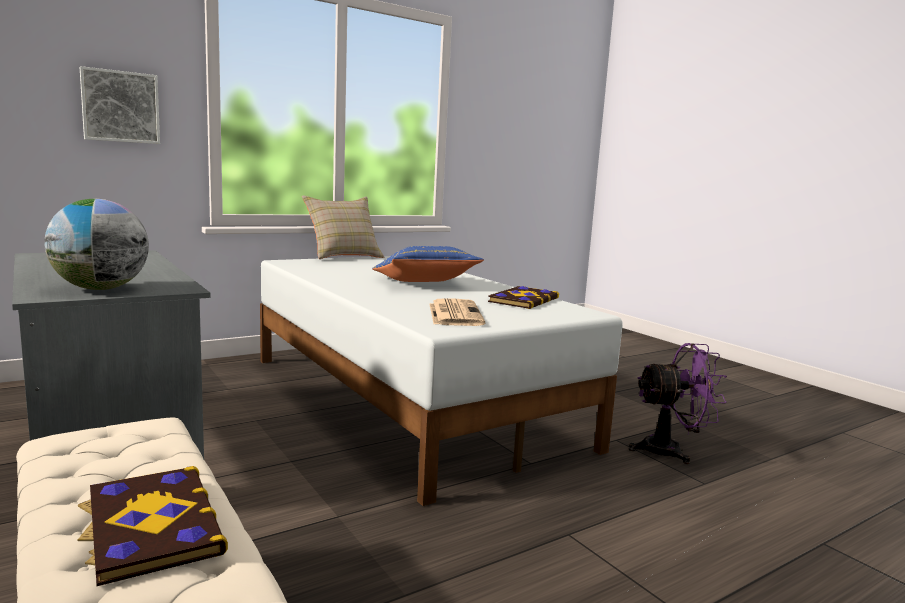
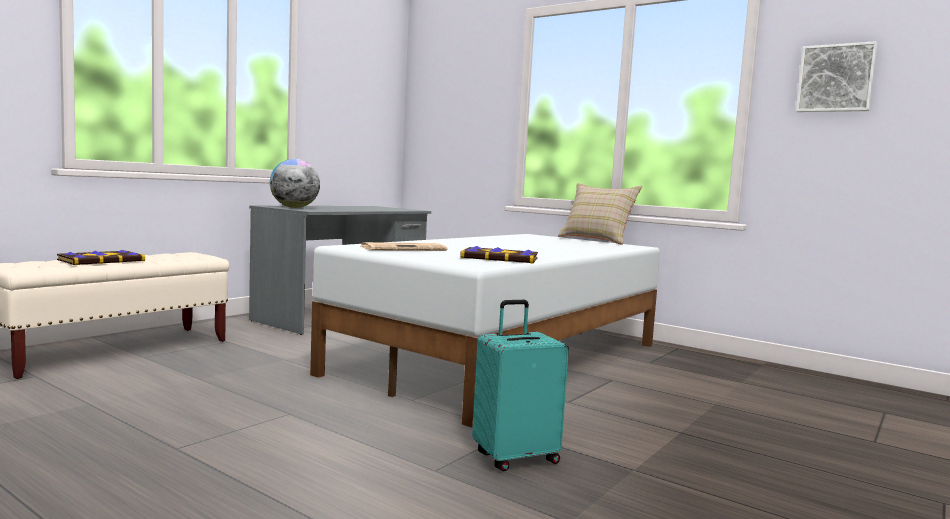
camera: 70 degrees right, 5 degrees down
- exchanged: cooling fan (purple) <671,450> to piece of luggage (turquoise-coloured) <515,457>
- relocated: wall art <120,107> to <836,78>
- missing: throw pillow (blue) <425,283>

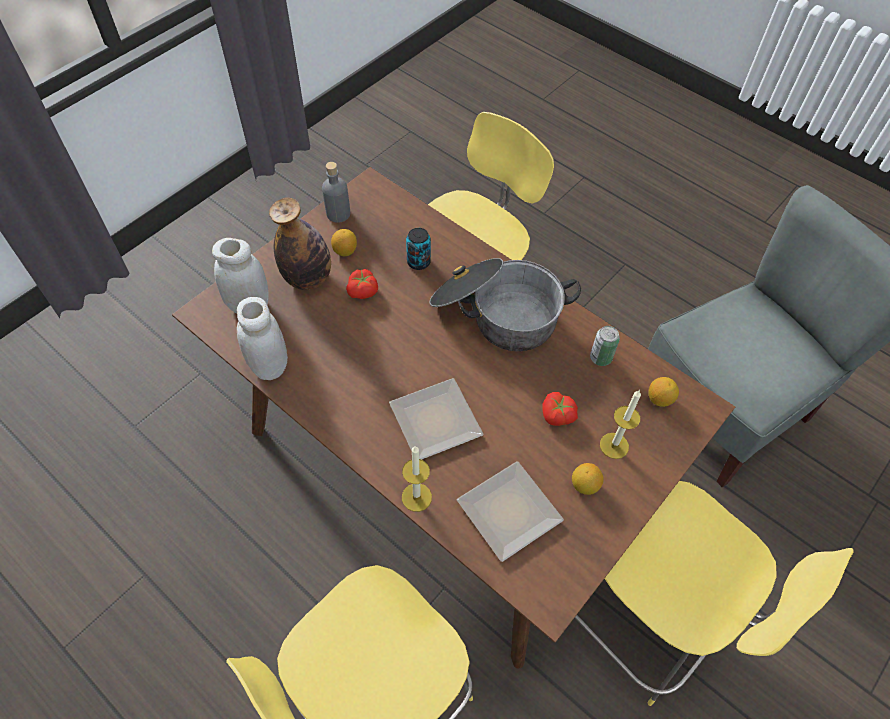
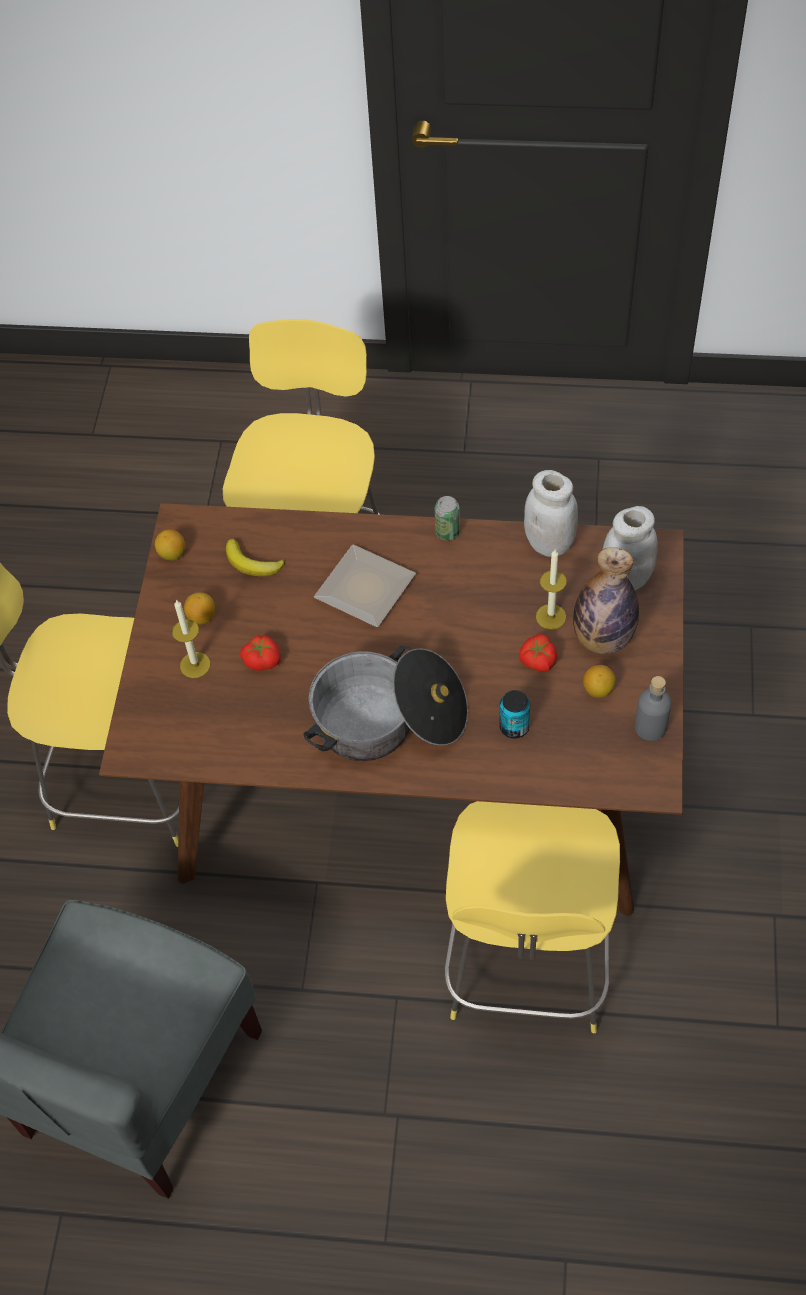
camera: 150 degrees right, 0 degrees up
- relocated: whole lemon <659,399> to <172,554>
- exchanged: dinner plate <509,508> to banana <252,563>
- relocated: can <600,358> to <447,532>
- relocated: wax candle <416,497> to <551,616>

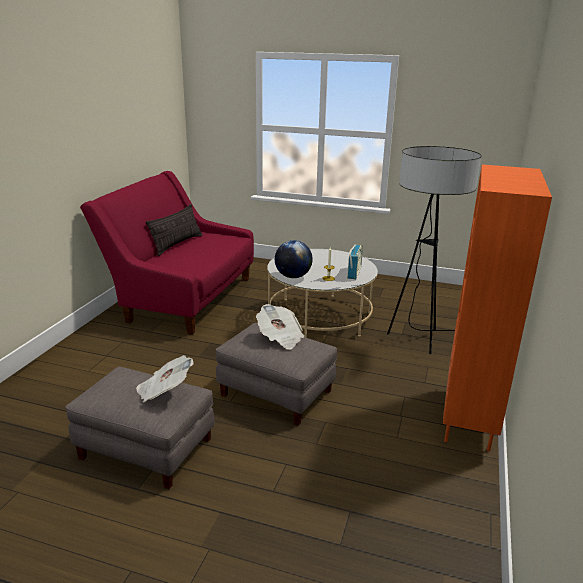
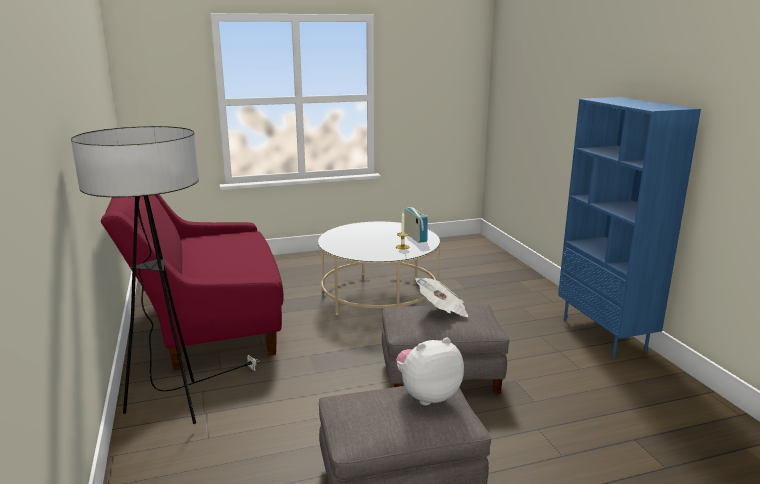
camera: 35 degrees left, 5 degrees down
- relocated: standing lamp <420,342> to <176,408>
- exchanged: printed paper <164,391> to cuddly toy <427,395>
- colour: shelving unit (orangey) <469,420> to shelving unit (blue) <604,335>
- missing: throw pillow <177,244>
- missing: world globe <293,276>

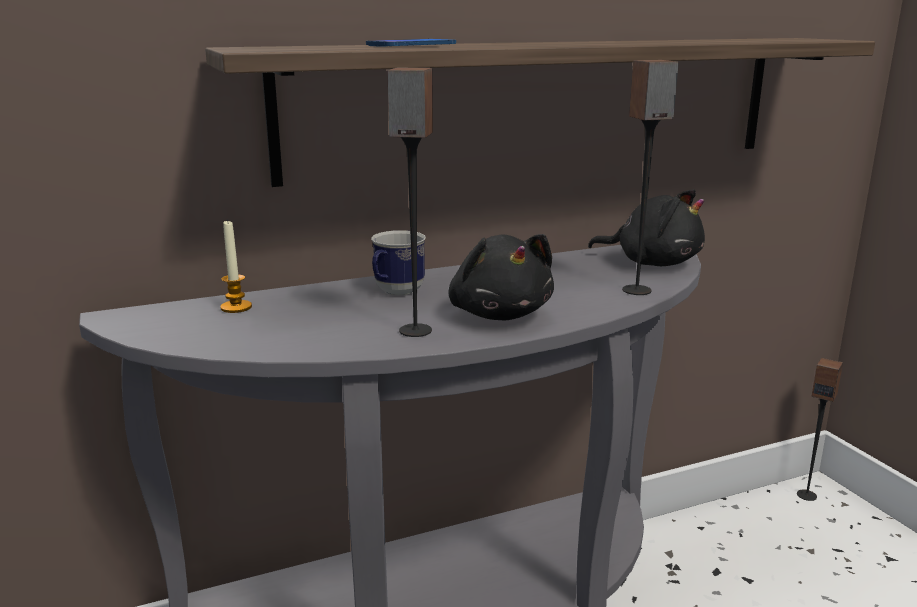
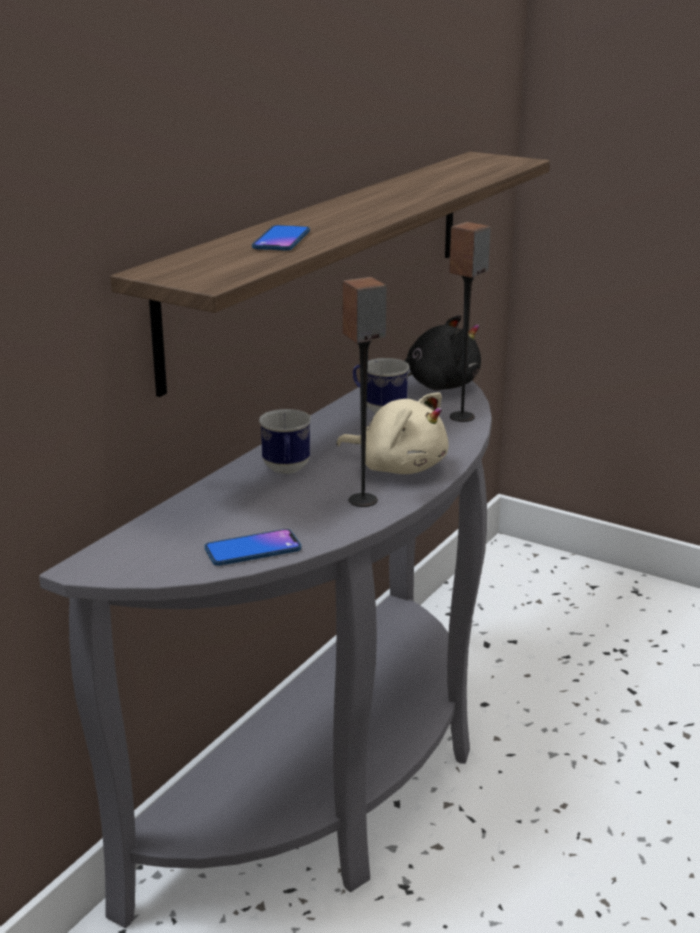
camera: 35 degrees left, 5 degrees up
- appeared: telephone <253,549>
- colour: cuddly toy (black) <499,314> to cuddly toy (sand-coloured) <398,467>
- appeared: tea mug <379,409>
- missing: wax candle <236,307>
- missing: speaker <807,495>

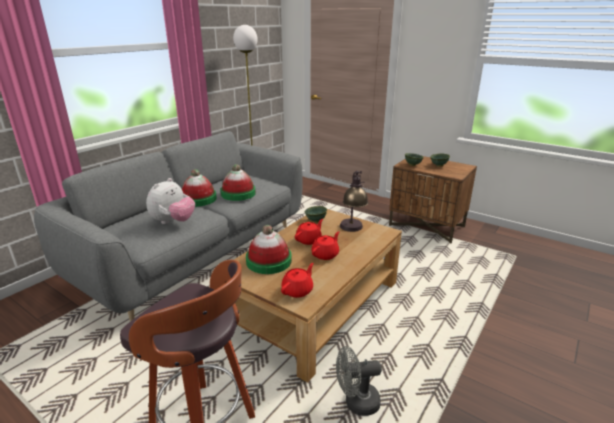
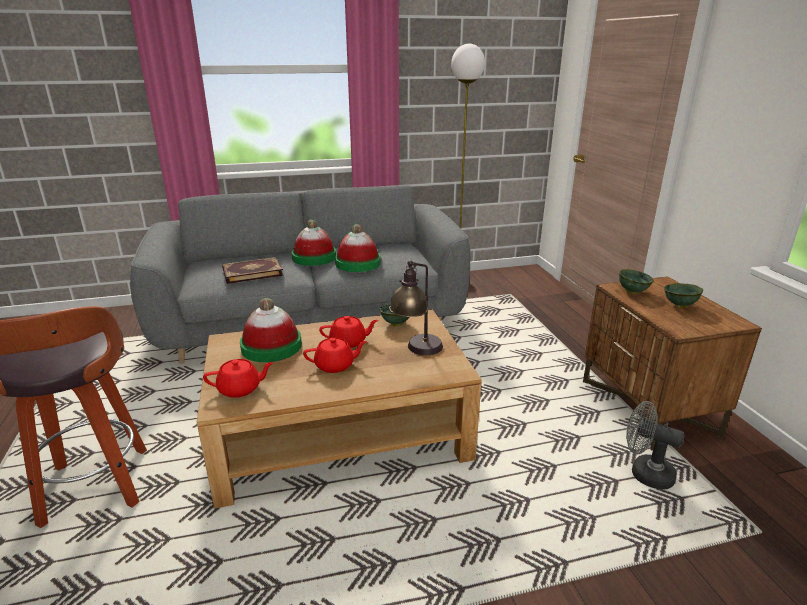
camera: 40 degrees right, 0 degrees up
- exchanged: cuddly toy <173,222> to book <252,272>
- relocated: cooling fan (greyish) <356,402> to <644,473>

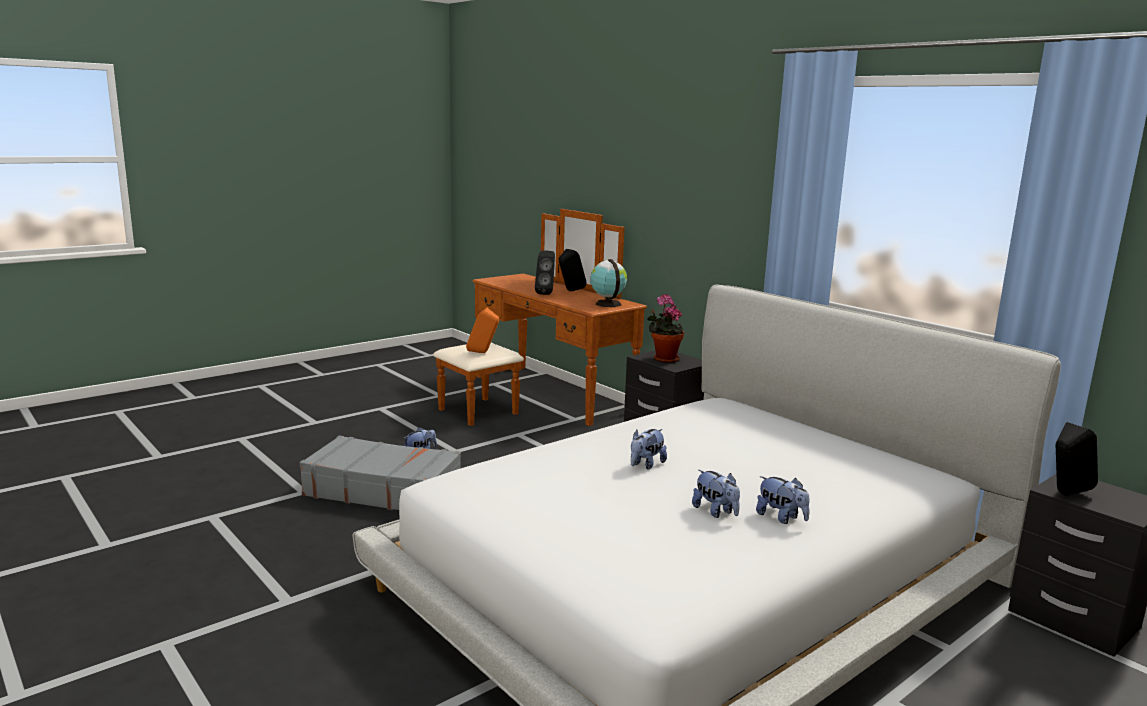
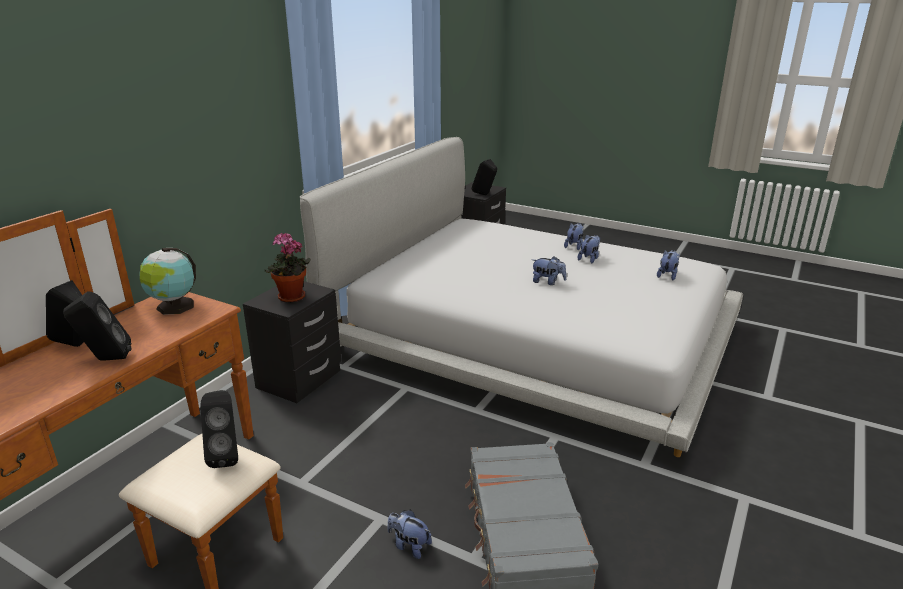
camera: 110 degrees left, 10 degrees up
- colour: speaker (orangey) <483,353> to speaker (black) <226,455>
- appeared: cuddly toy <667,275>

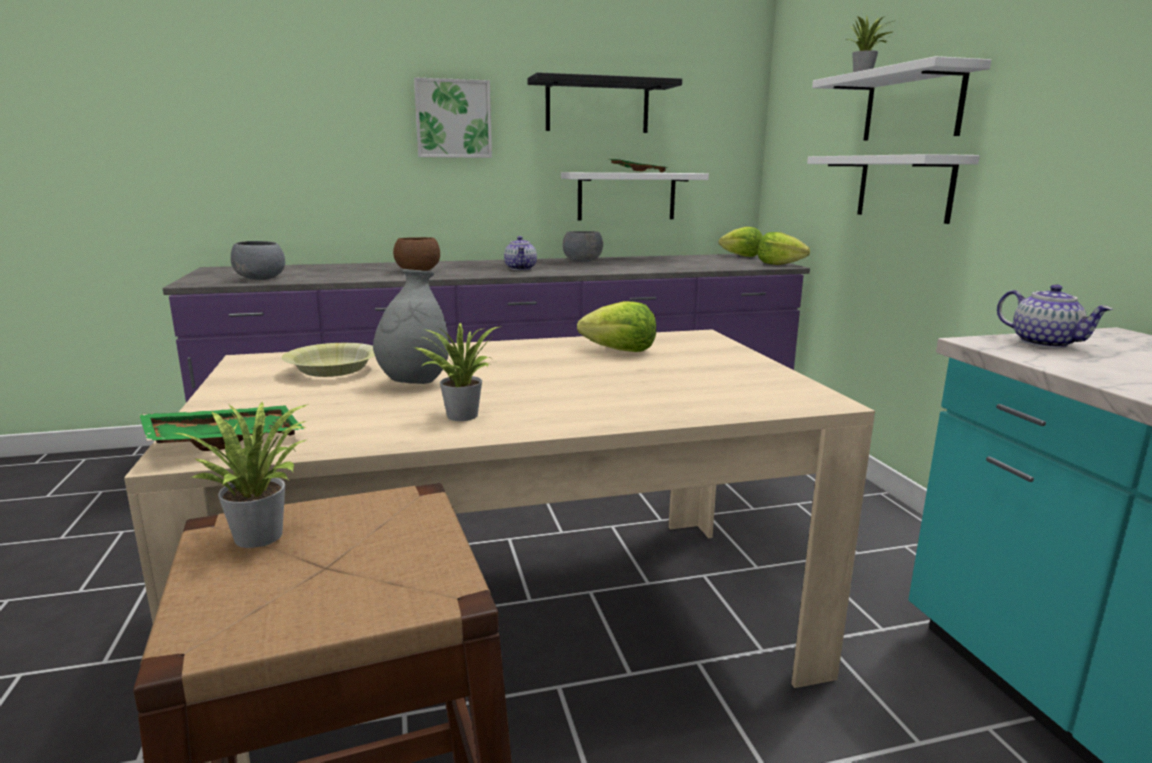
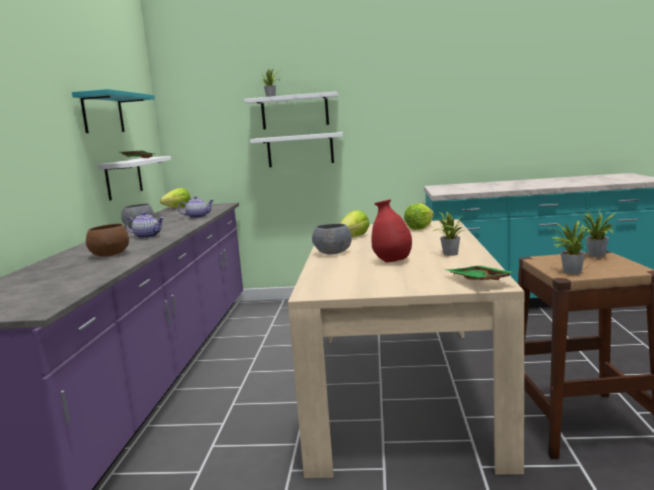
camera: 70 degrees left, 5 degrees down
- colour: wall shelf (black) <597,106> to wall shelf (turquoise-coloured) <103,113>
- relocated: teapot <1045,343> to <197,217>
- relocated: bowl (greyish) <261,279> to <333,253>
- colour: vase (greyish) <414,383> to vase (red-coloured) <392,261>
- relocated: lettuce <779,264> to <420,228>
- appeared: houseplant <596,255>
- missing: bowl (yellow-coloured) <333,370>
- missing: wall art <453,119>

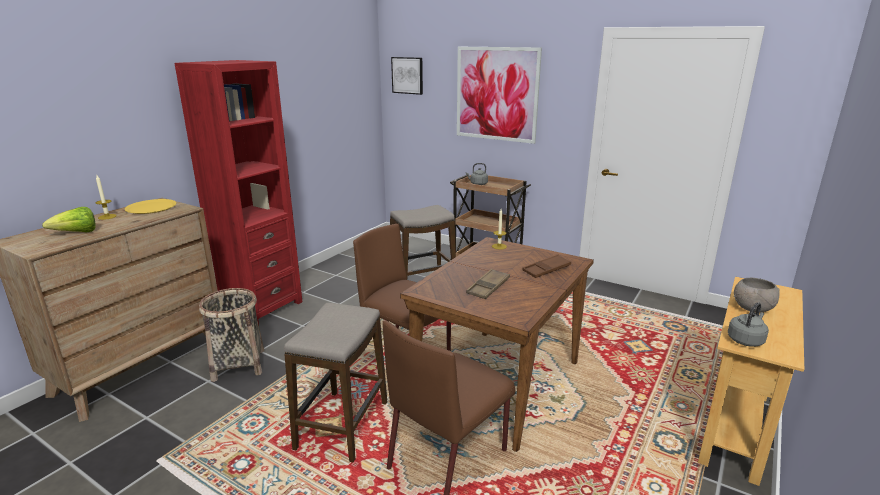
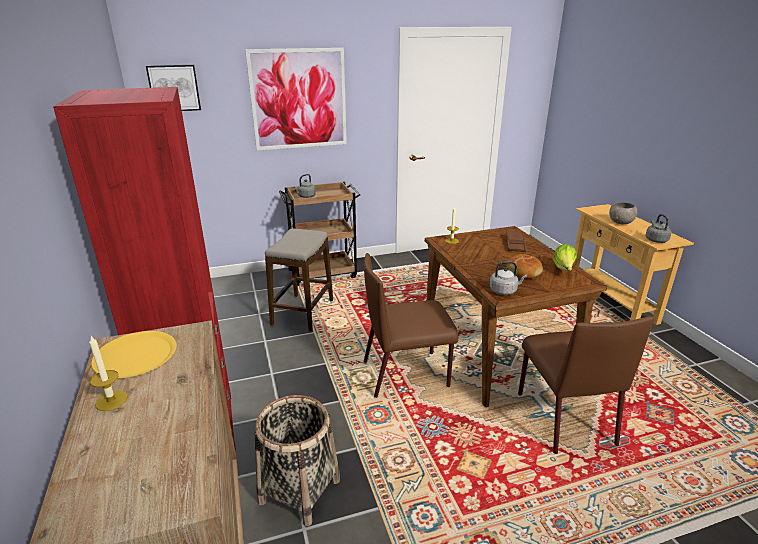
camera: 50 degrees left, 5 degrees up
- appeared: kettle (greyish) <504,291>
- exchanged: carrying tray (brown) <488,287> to bread <523,272>
- relocated: lettuce <77,233> to <563,269>
- missing: stool seat <342,425>

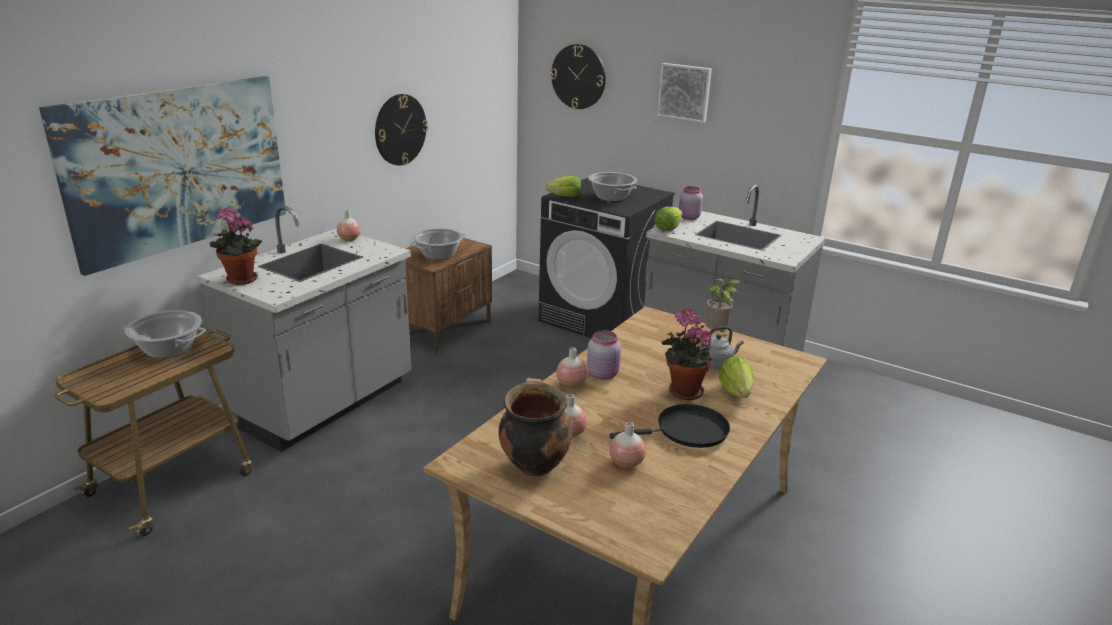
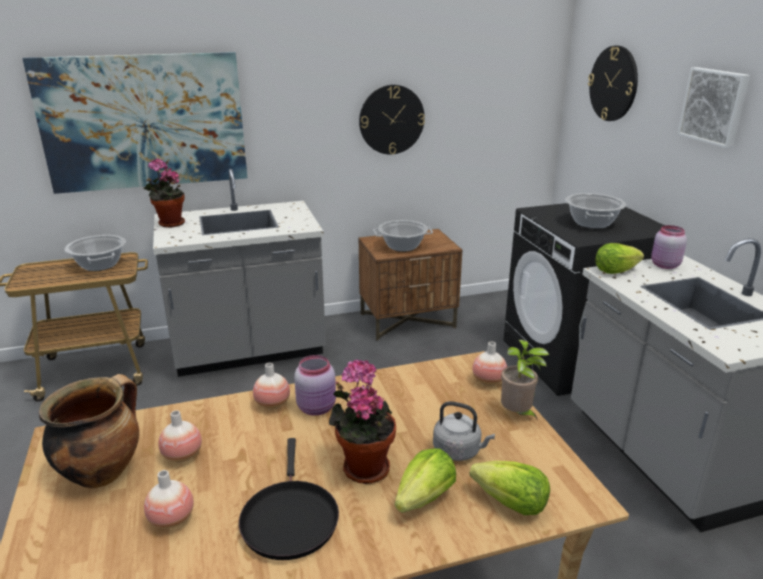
camera: 40 degrees right, 0 degrees up
- spun: skillet (black) <687,431> = <289,518> 60 degrees clockwise
- relocated: lettuce <565,197> to <511,504>
- relocated: vase <349,239> to <488,381>

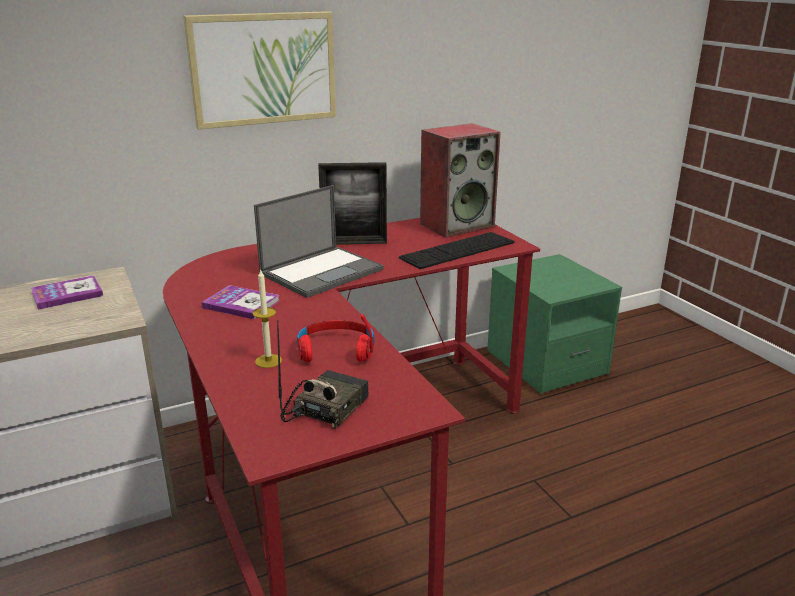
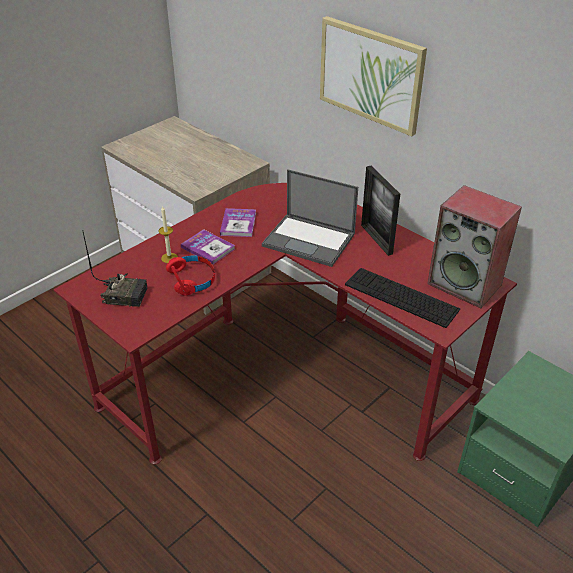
camera: 70 degrees right, 15 degrees up
- relocated: book <67,294> to <208,248>

